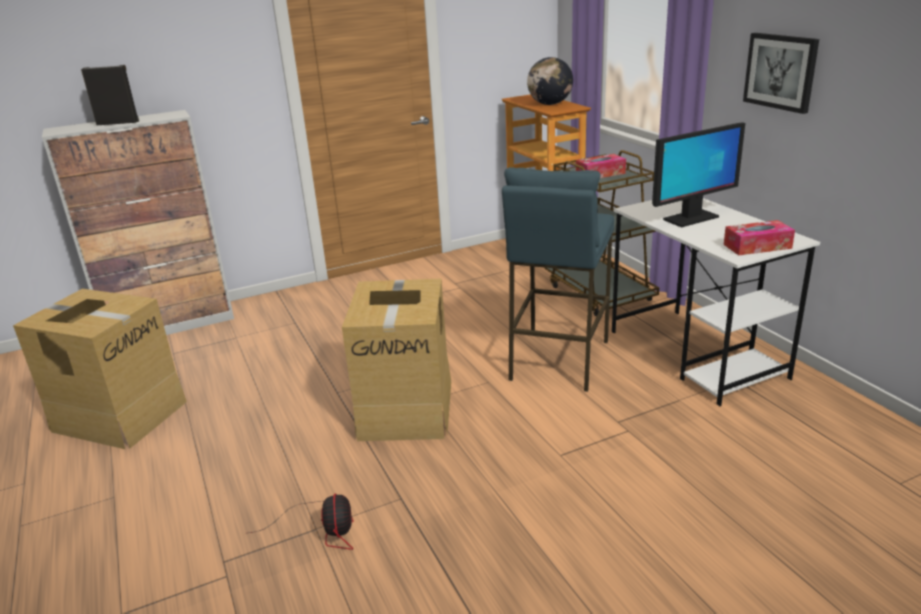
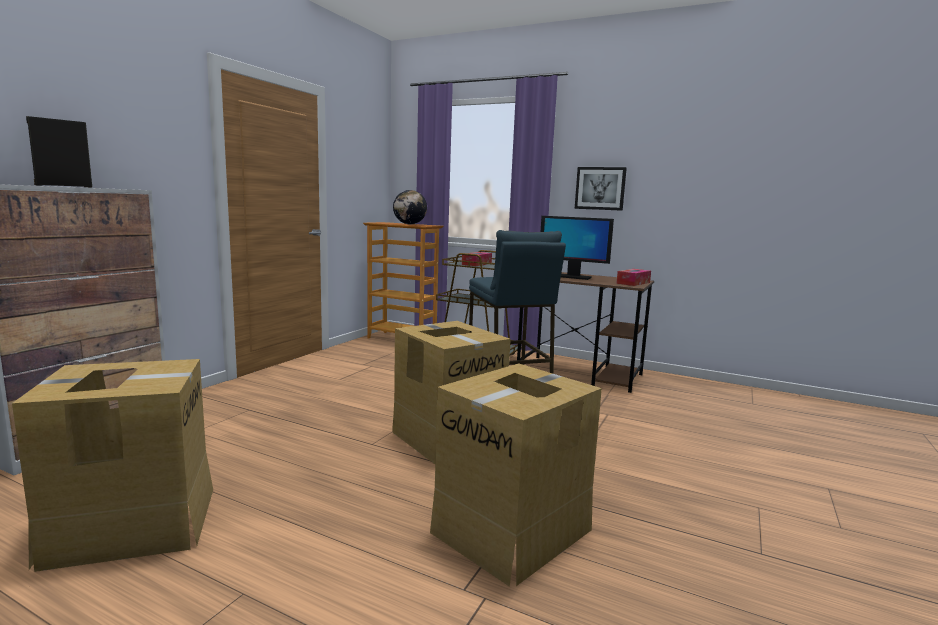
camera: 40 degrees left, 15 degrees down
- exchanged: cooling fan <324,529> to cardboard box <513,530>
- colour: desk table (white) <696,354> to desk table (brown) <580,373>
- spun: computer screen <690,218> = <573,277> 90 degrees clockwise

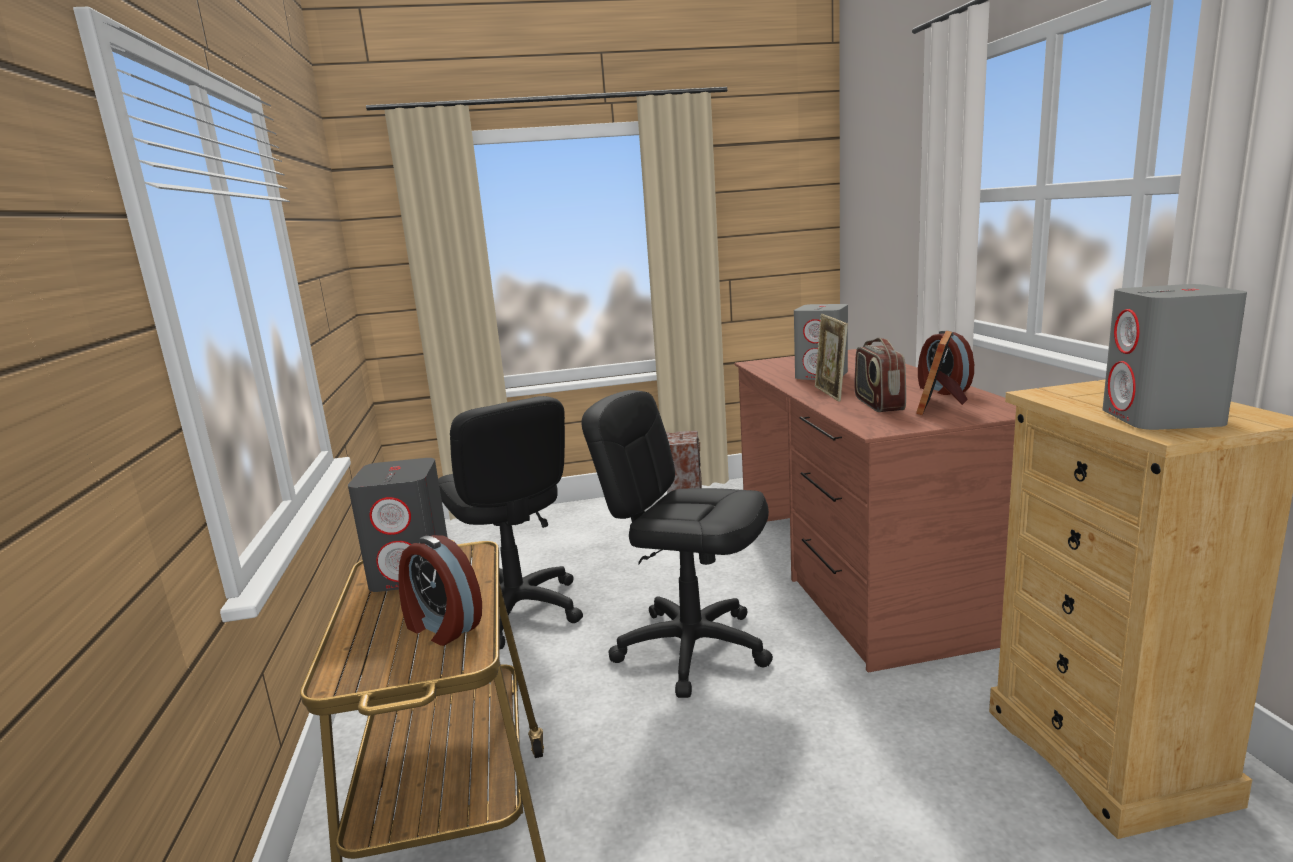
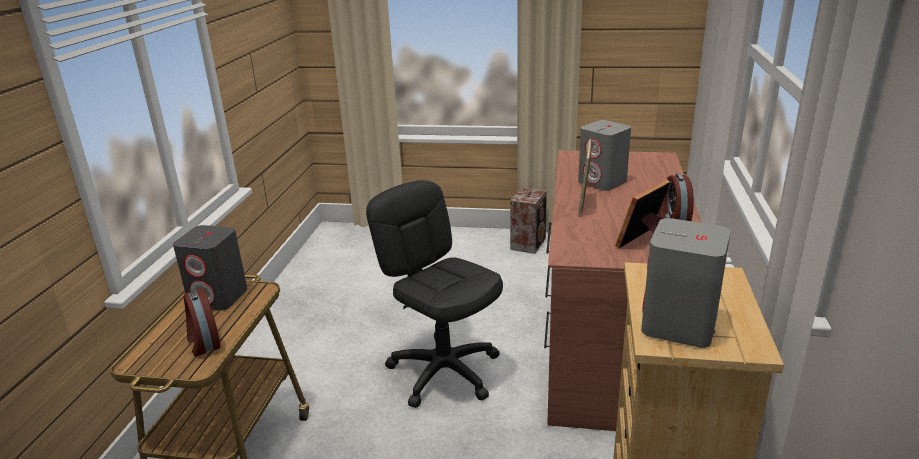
camera: 20 degrees right, 10 degrees up
- missing: desk chair (black) <517,610>
- missing: radio set <878,404>

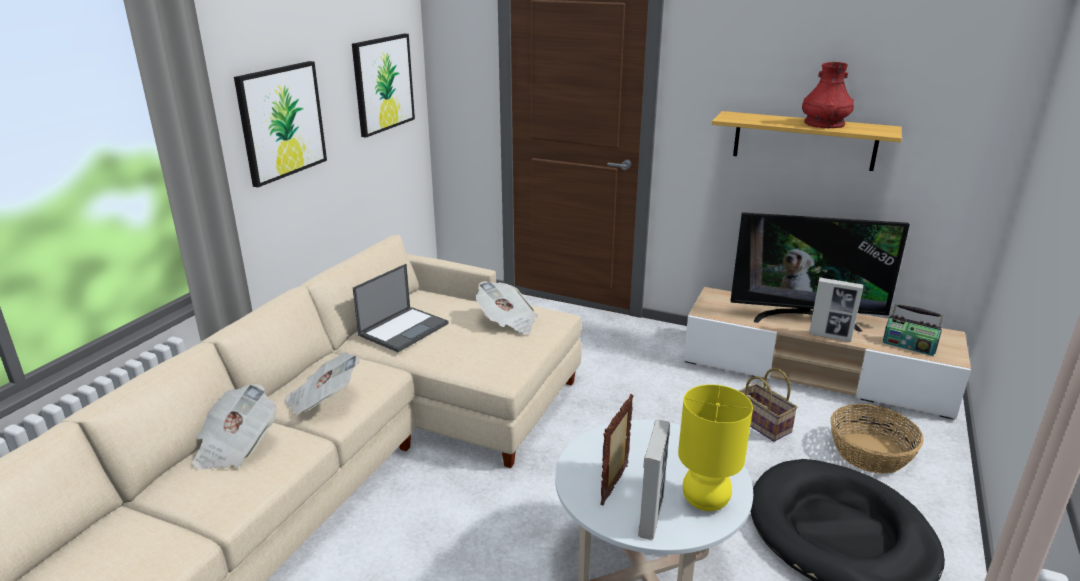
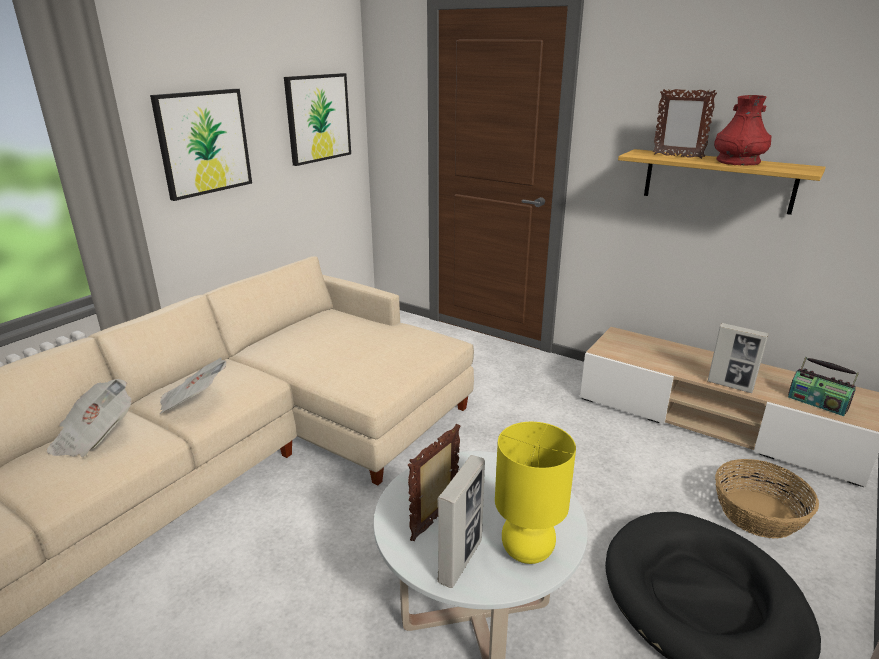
camera: 10 degrees right, 0 degrees up
- appeared: standing frame <677,156>
- missing: notebook computer <404,329>
- missing: printed paper <507,322>
- missing: television <804,318>
- missing: household basket <764,425>

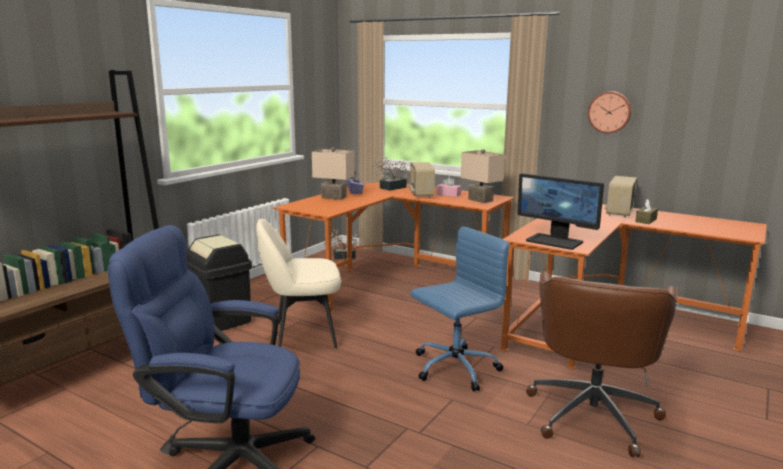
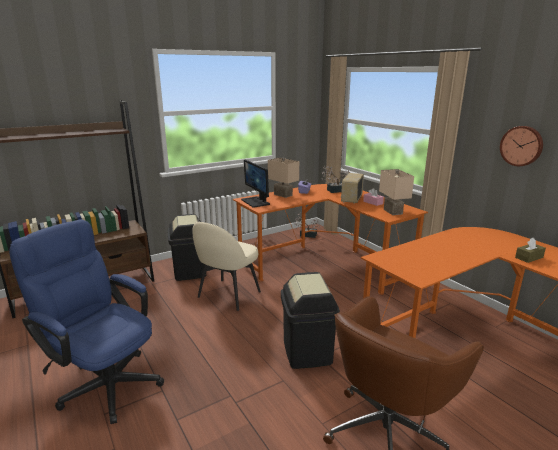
camera: 25 degrees right, 5 degrees up
- spun: chair (sand-coloured) <303,335> = <228,295> 75 degrees counterclockwise
- relocated: computer screen <555,241> to <256,202>
- exchanged: desk chair (blue) <454,368> to waste bin (black) <307,352>
- missing: radio set <619,212>

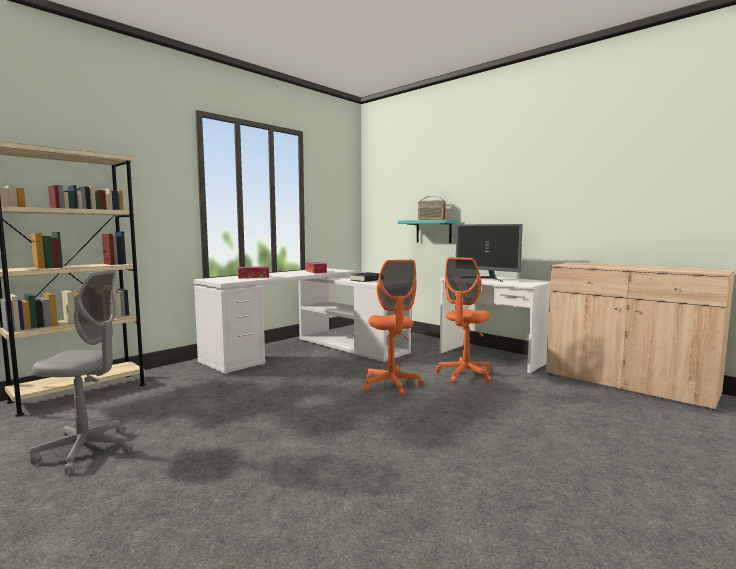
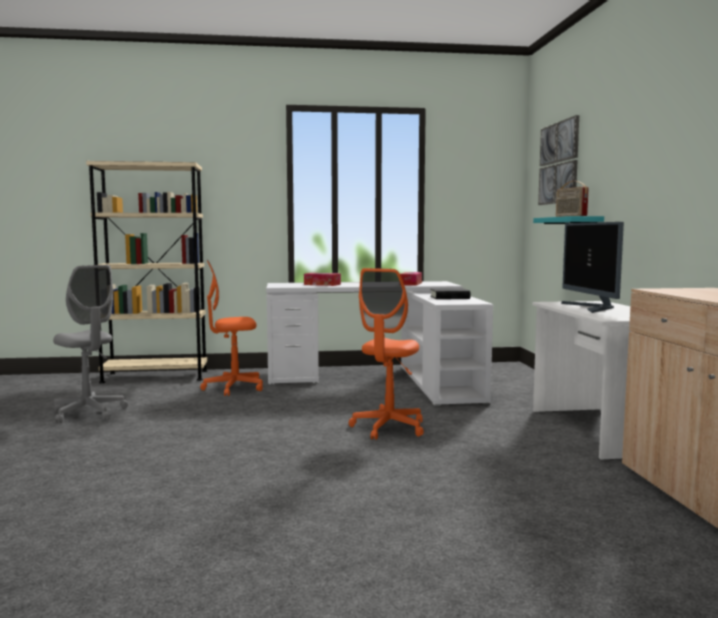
camera: 40 degrees right, 0 degrees up
- relocated: desk chair (orangey) <465,375> to <233,388>
- appeared: wall art <559,163>

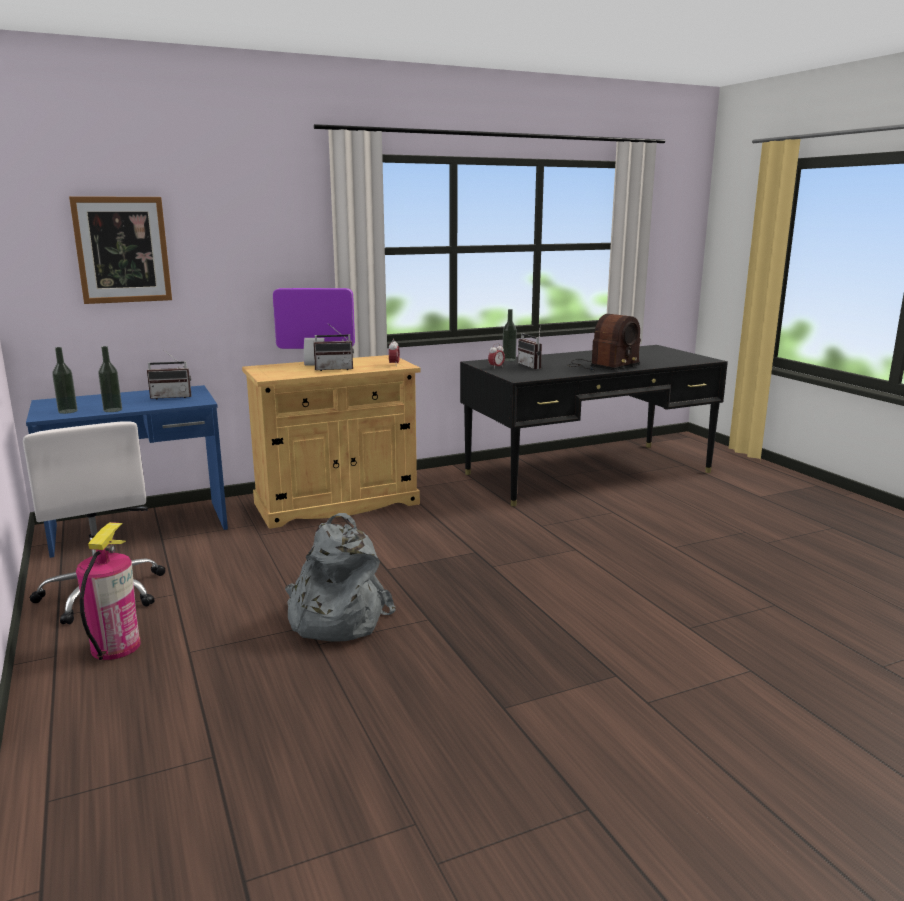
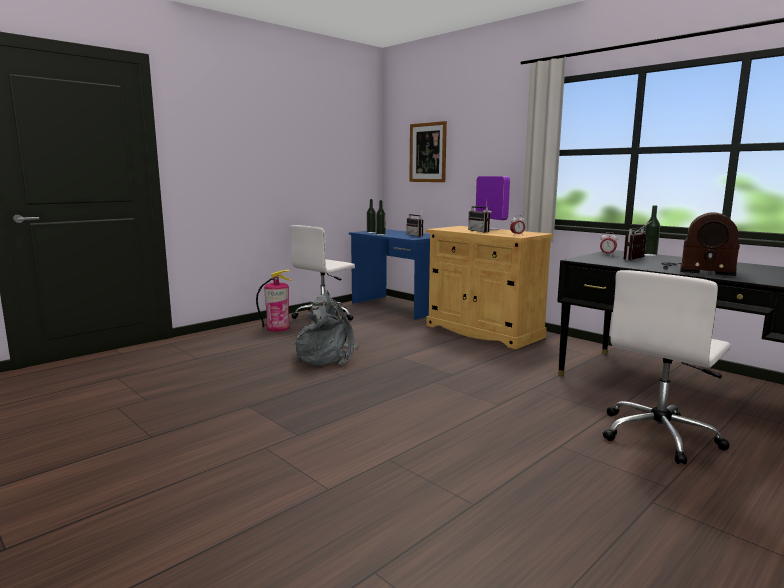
camera: 70 degrees right, 5 degrees down
- appeared: desk chair (white) <659,435>

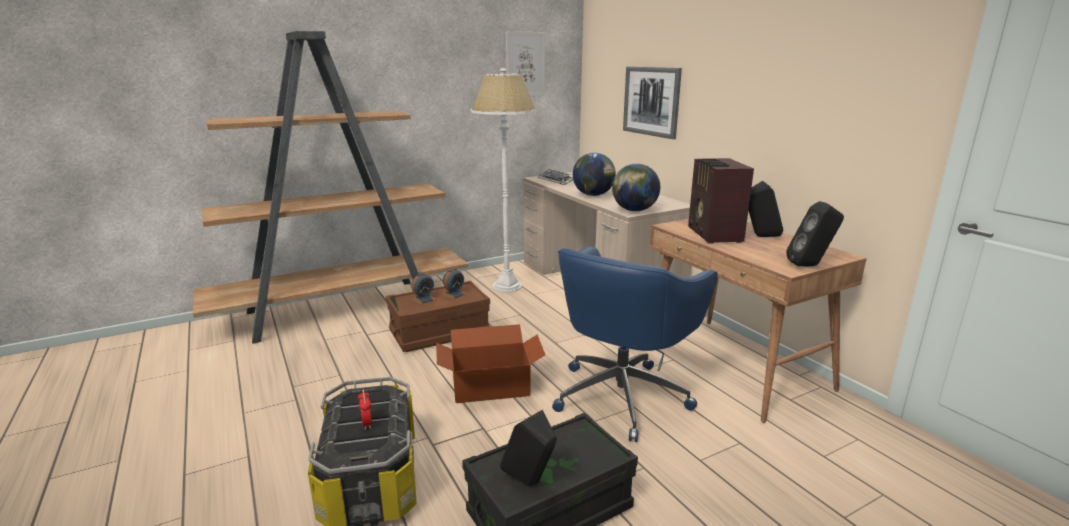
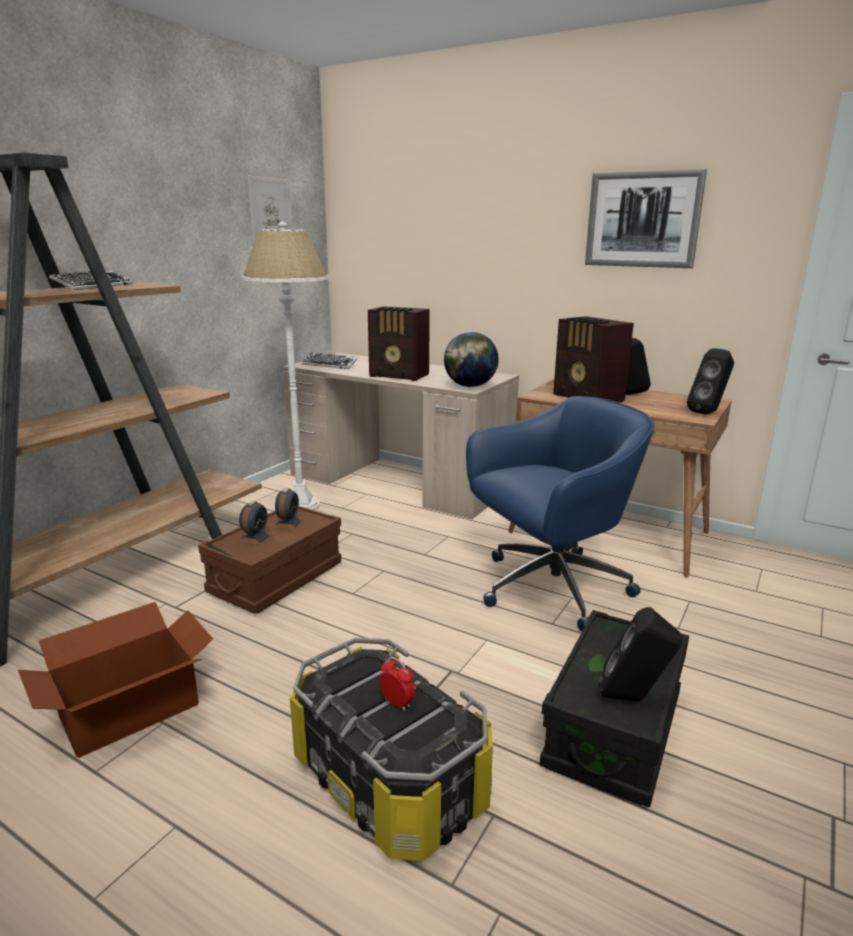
camera: 30 degrees left, 0 degrees up
- relocated: cardboard box <491,387> to <131,710>
- appeared: computer keyboard <93,286>
- exchanged: world globe <593,195> to radio set <400,376>
- spun: desk chair (blue) <623,394> = <549,588> 120 degrees counterclockwise
- relocated: wall art <651,101> to <642,220>

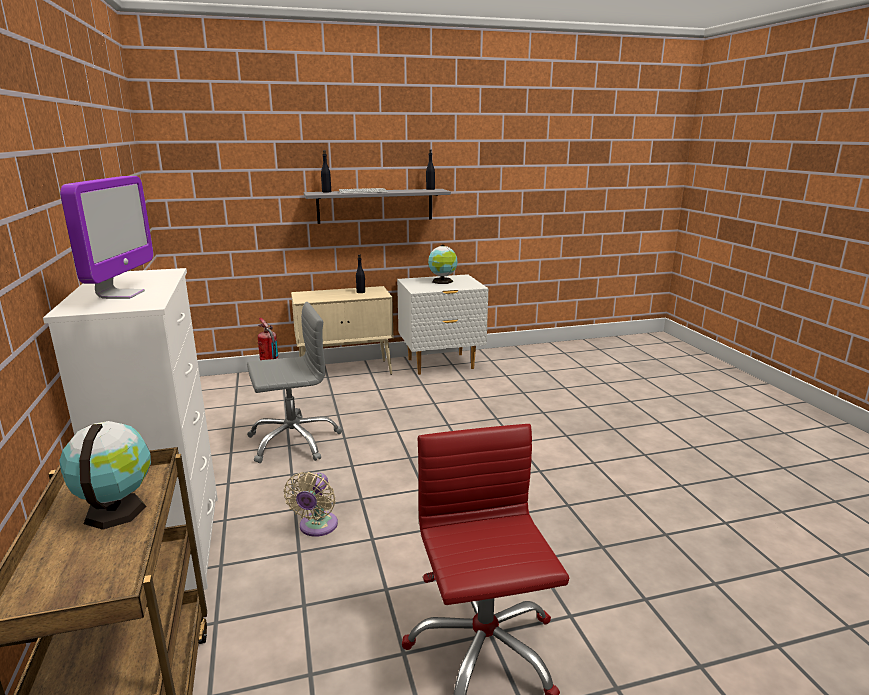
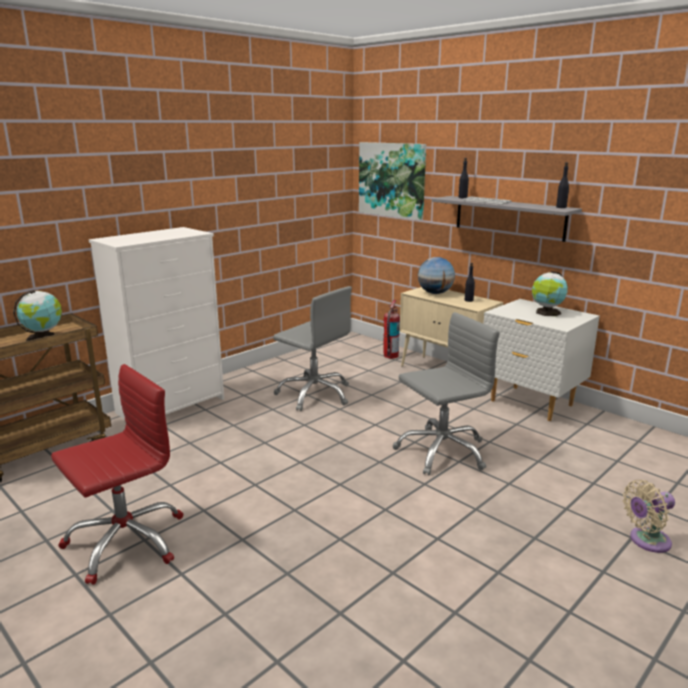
camera: 60 degrees right, 0 degrees up
- appeared: wall art <392,180>
- appeared: desk chair (greyish) <442,451>
- appeared: world globe <435,293>
- relocated: cooling fan (sand-coloured) <317,527> to <646,541>
- missing: computer screen <121,295>

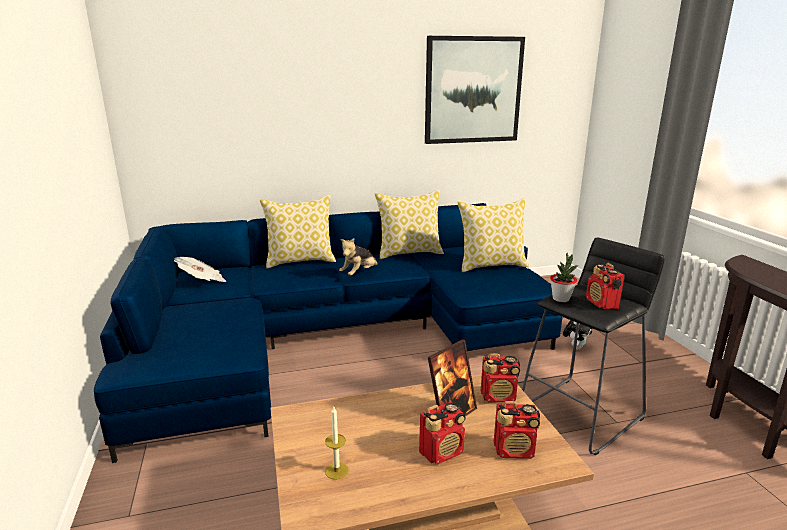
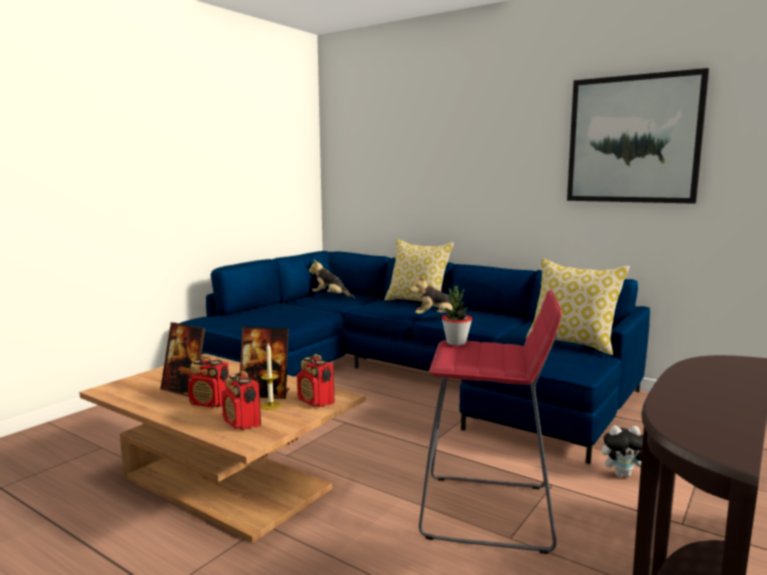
camera: 50 degrees right, 10 degrees down
- appeared: standing frame <185,390>
- relocated: wax candle <336,470> to <271,406>
- exchanged: printed paper <202,281> to cuddly toy <331,296>
- colour: stool seat (black) <581,414> to stool seat (red-coloured) <488,512>
- missing: throw pillow <409,253>
- missing: radio set <602,304>

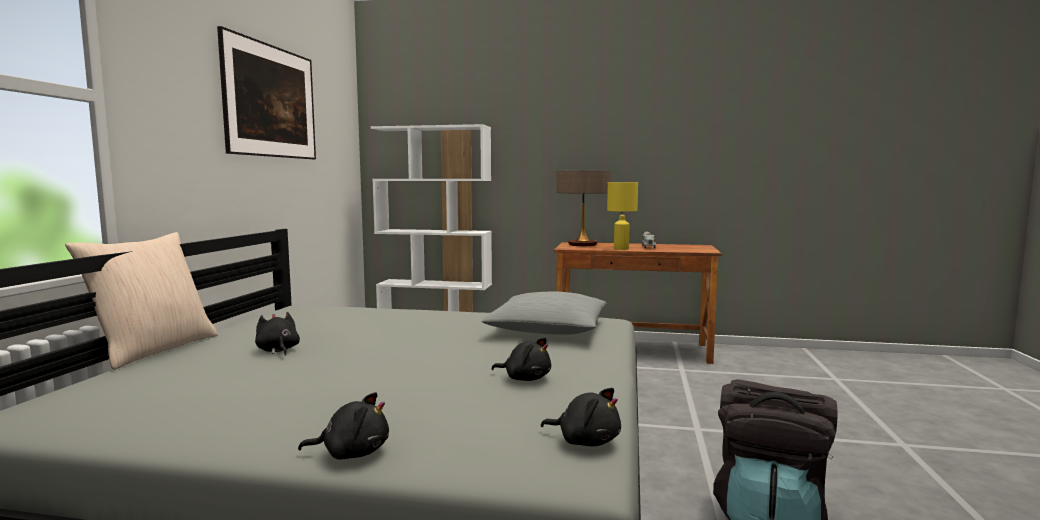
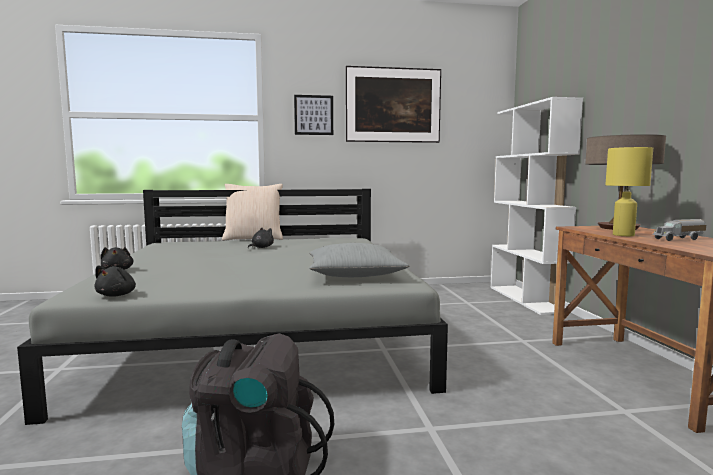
camera: 70 degrees right, 0 degrees up
- appeared: wall art <313,115>
- missing: cuddly toy (black) <525,378>

